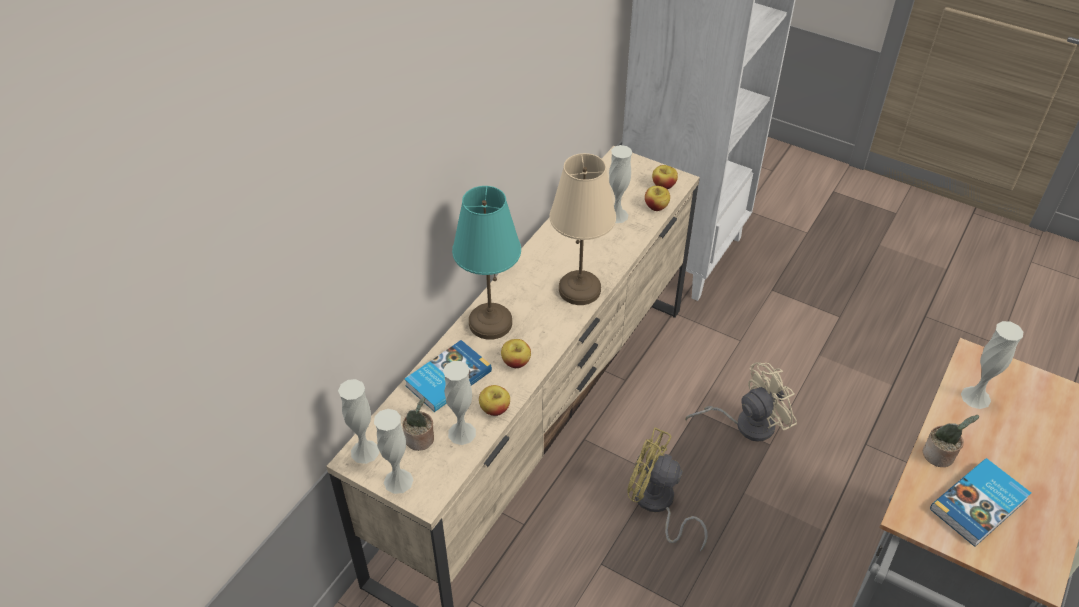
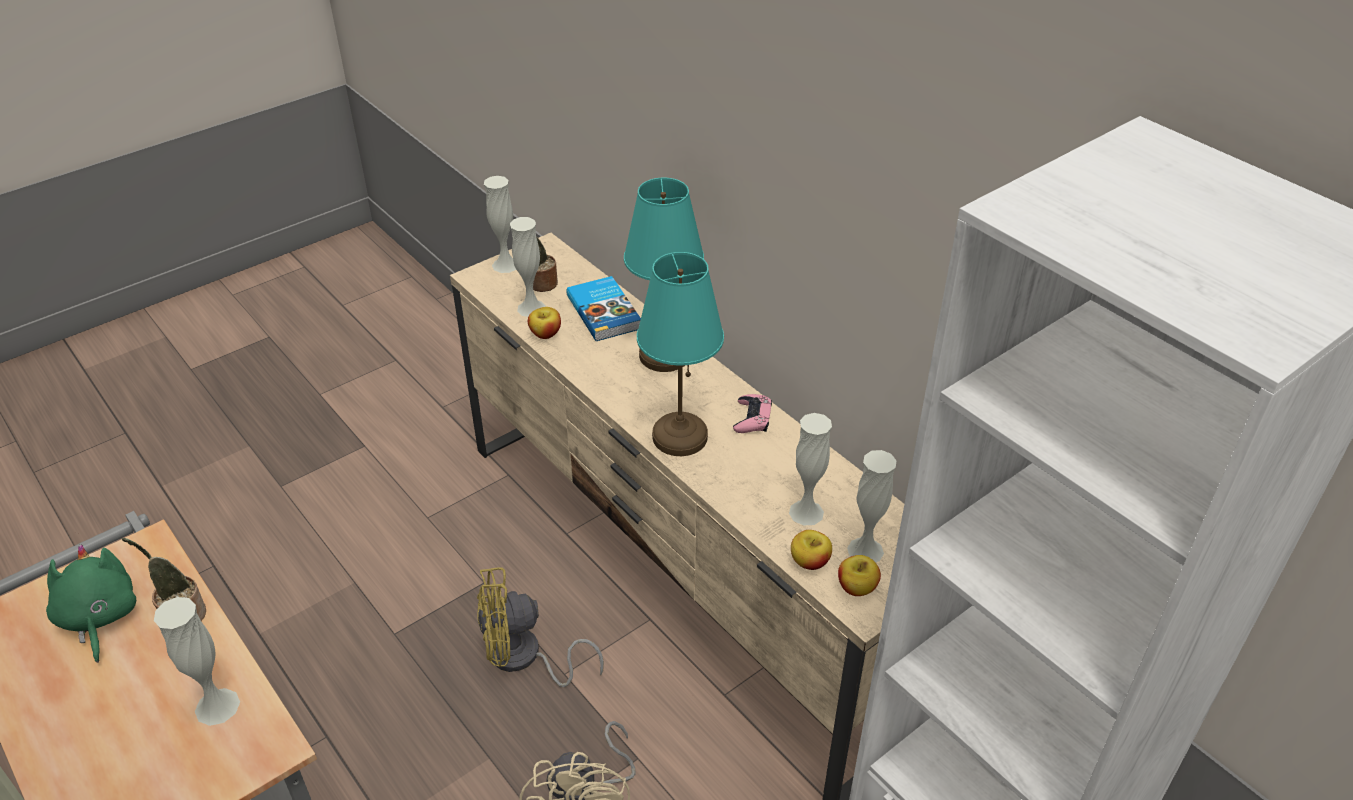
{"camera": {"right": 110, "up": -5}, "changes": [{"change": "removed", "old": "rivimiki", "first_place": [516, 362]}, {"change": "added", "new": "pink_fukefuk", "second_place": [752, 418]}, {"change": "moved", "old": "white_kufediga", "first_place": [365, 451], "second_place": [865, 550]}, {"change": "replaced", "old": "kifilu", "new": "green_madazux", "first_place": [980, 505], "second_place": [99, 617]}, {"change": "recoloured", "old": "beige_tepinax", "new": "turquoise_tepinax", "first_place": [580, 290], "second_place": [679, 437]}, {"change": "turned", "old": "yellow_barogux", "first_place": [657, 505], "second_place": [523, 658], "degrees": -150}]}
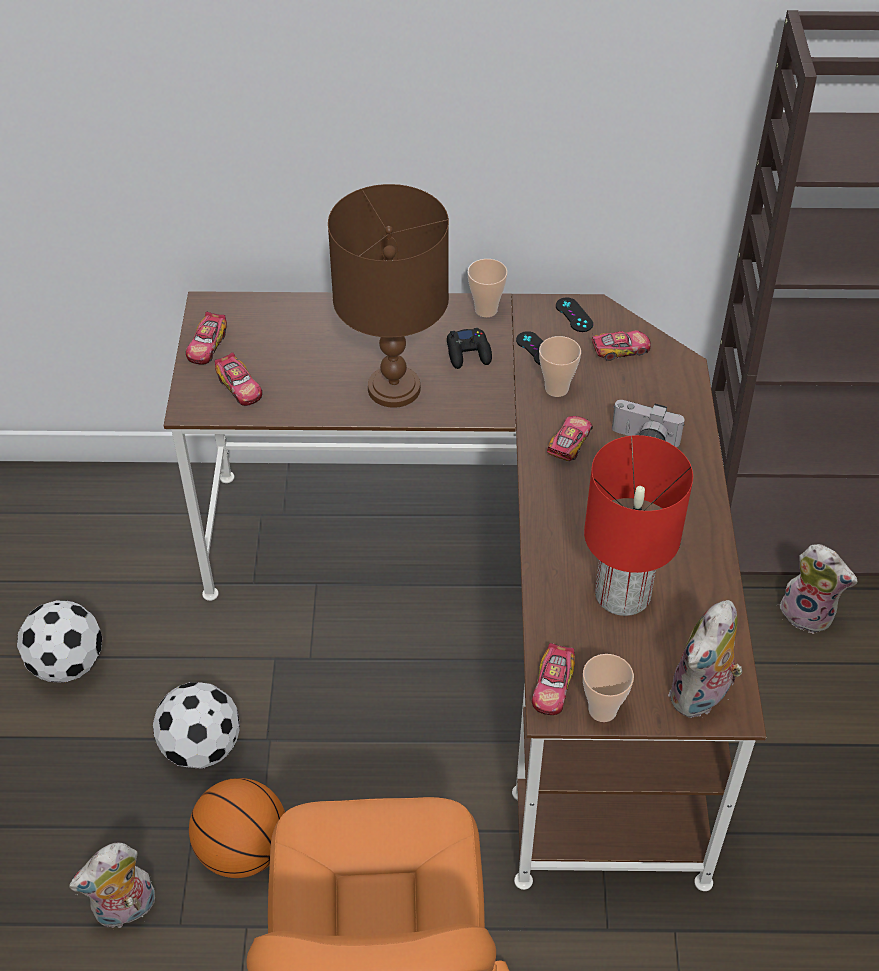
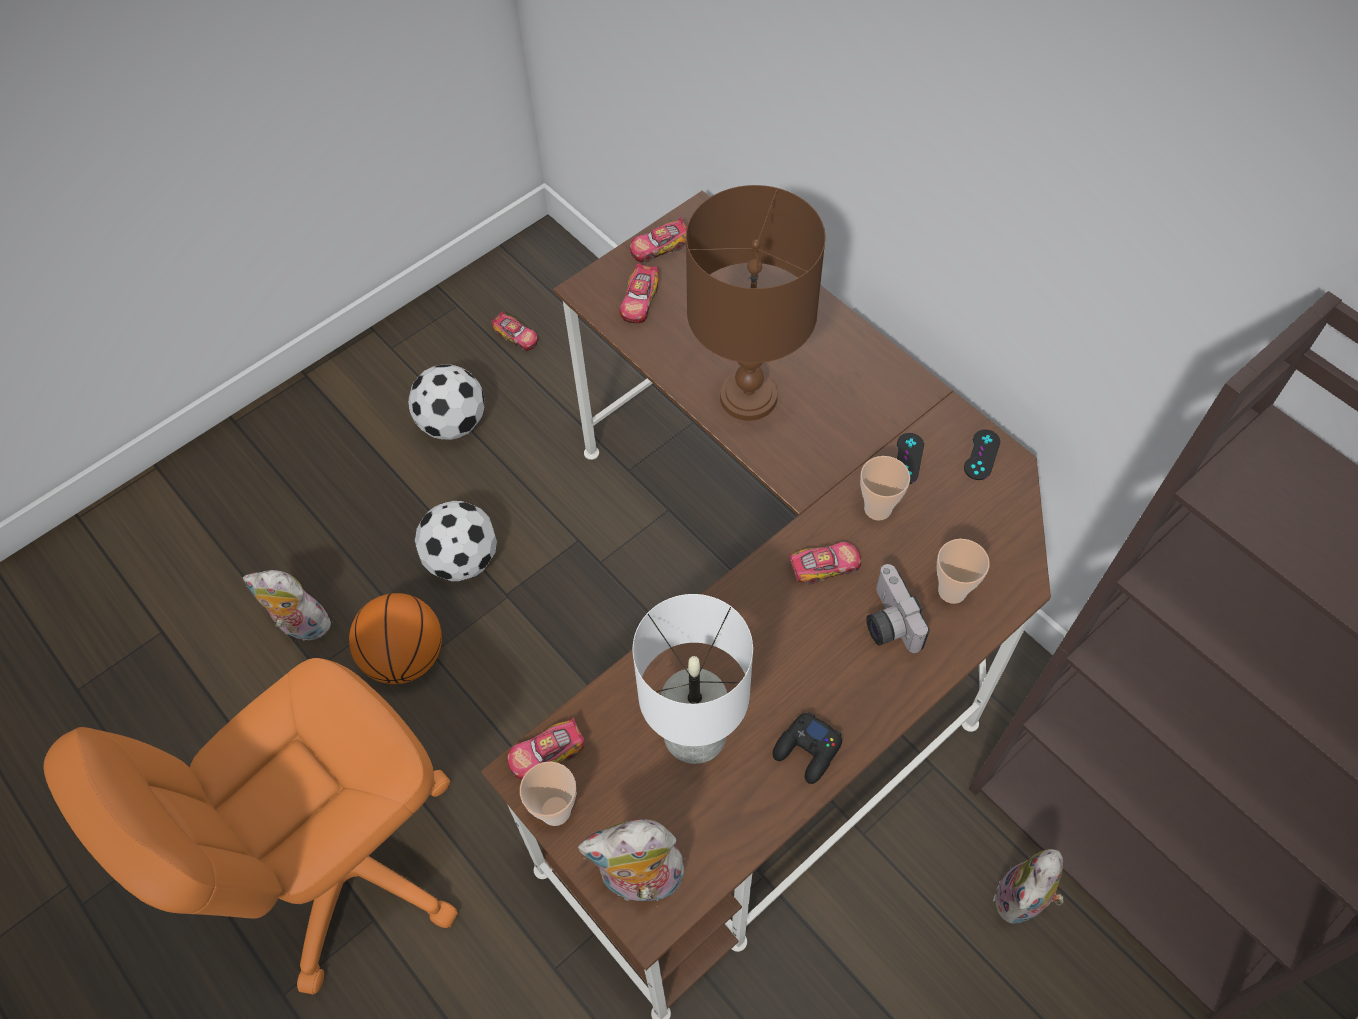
{"camera": {"right": 50, "up": 10}, "changes": [{"change": "moved", "old": "black_fukefuk", "first_place": [469, 353], "second_place": [807, 751]}, {"change": "moved", "old": "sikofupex", "first_place": [486, 310], "second_place": [952, 591]}, {"change": "moved", "old": "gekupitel", "first_place": [621, 349], "second_place": [517, 336]}, {"change": "recoloured", "old": "red_tepinax", "new": "white_tepinax", "first_place": [623, 593], "second_place": [697, 734]}, {"change": "turned", "old": "madazux", "first_place": [809, 613], "second_place": [1022, 901], "degrees": 45}]}
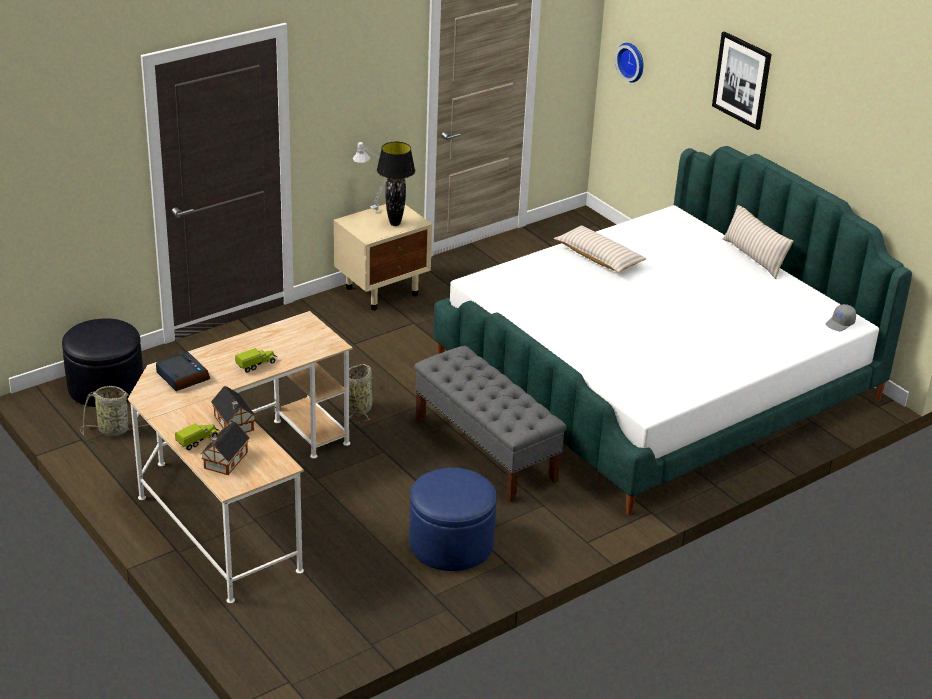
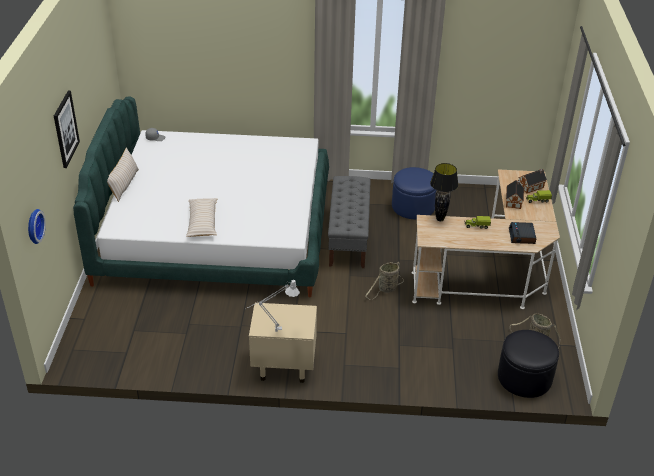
{"camera": {"right": -140, "up": 5}, "changes": [{"change": "moved", "old": "black_tepinax", "first_place": [395, 223], "second_place": [439, 219]}]}
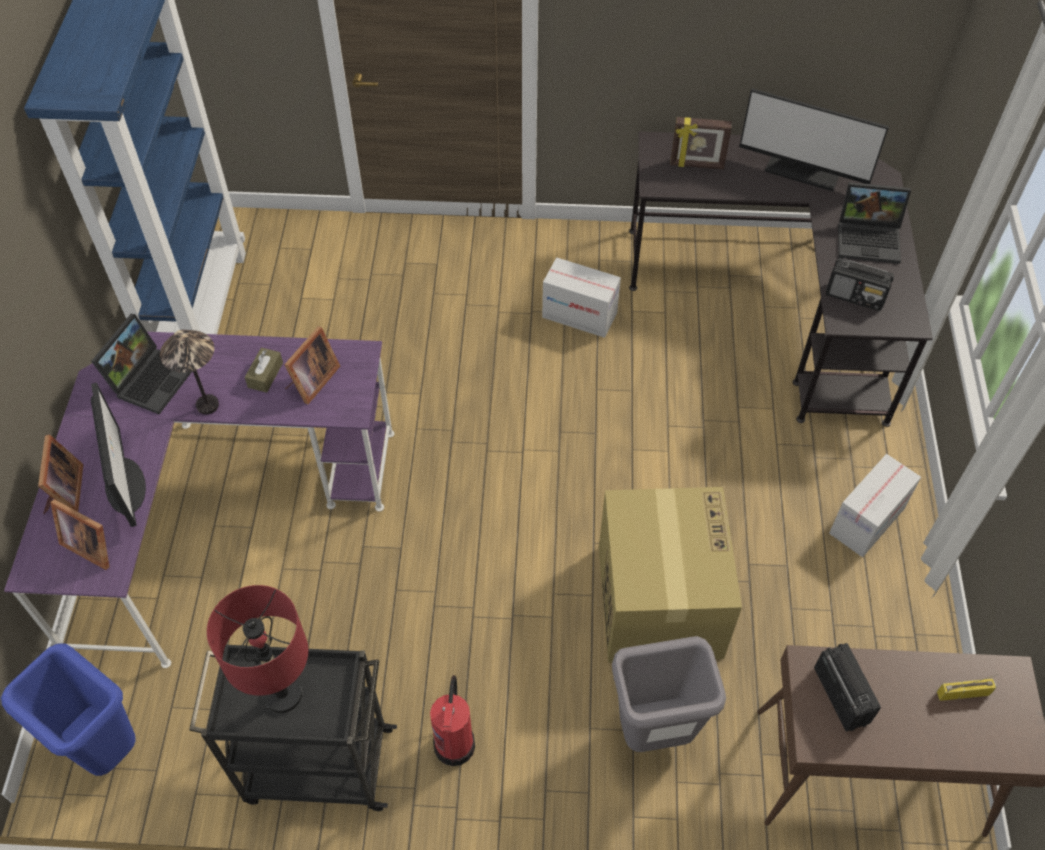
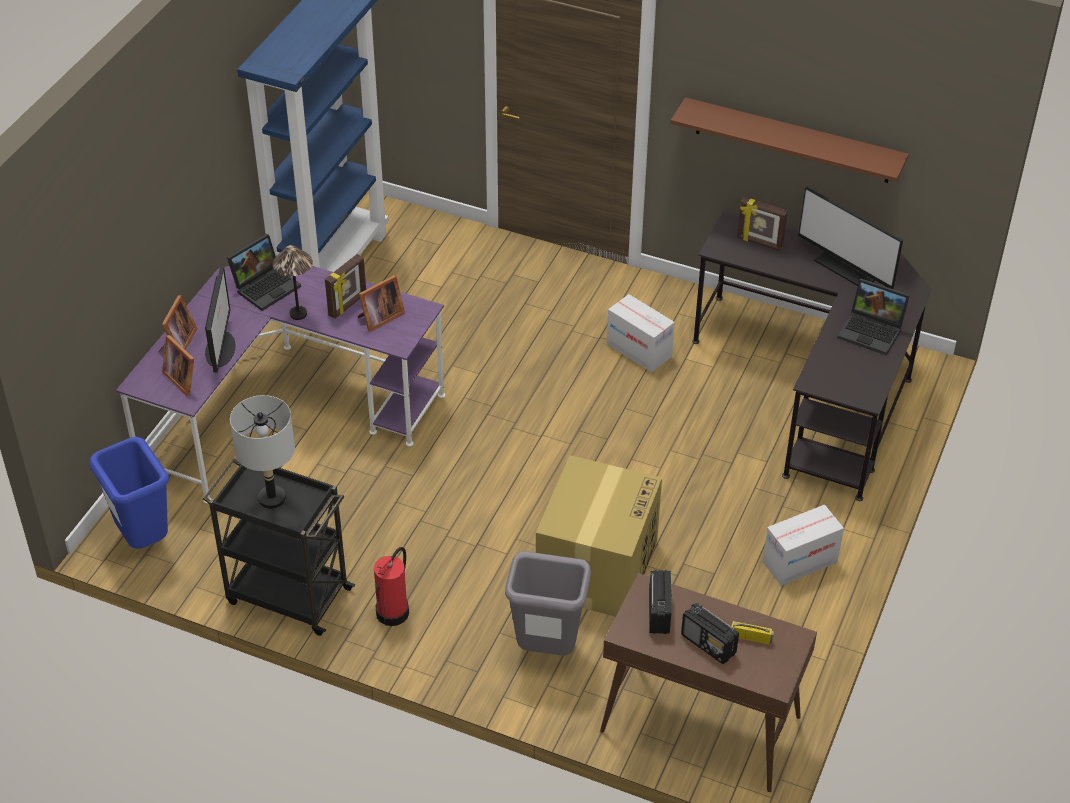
{"camera": {"right": 20, "up": -10}, "changes": [{"change": "added", "new": "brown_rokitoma", "second_place": [792, 141]}, {"change": "moved", "old": "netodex", "first_place": [855, 296], "second_place": [708, 644]}, {"change": "replaced", "old": "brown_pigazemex", "new": "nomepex", "first_place": [265, 375], "second_place": [348, 305]}, {"change": "recoloured", "old": "red_tepinax", "new": "grey_tepinax", "first_place": [282, 694], "second_place": [271, 498]}]}
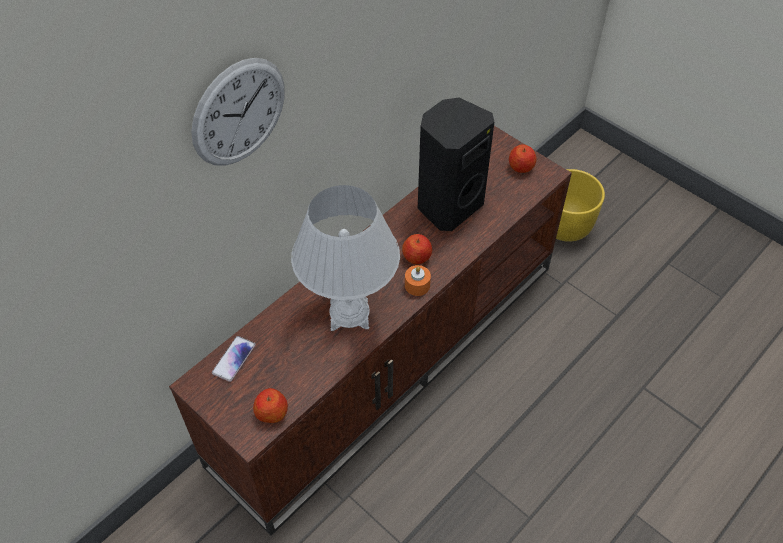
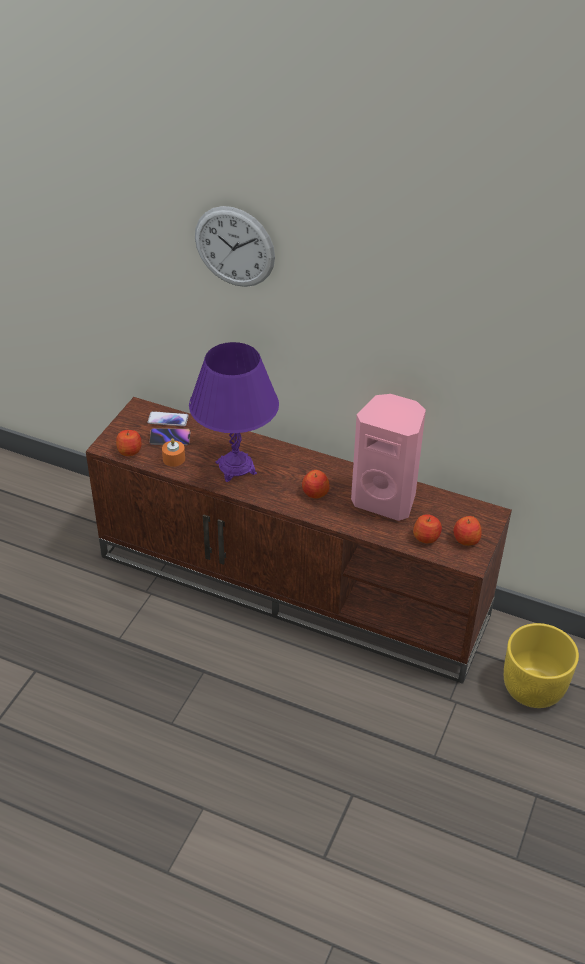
{"camera": {"right": 70, "up": -10}, "changes": [{"change": "added", "new": "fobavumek", "second_place": [170, 438]}, {"change": "added", "new": "rivimiki", "second_place": [426, 537]}, {"change": "moved", "old": "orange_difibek", "first_place": [417, 285], "second_place": [174, 459]}, {"change": "recoloured", "old": "white_tepinax", "new": "purple_tepinax", "first_place": [349, 314], "second_place": [236, 468]}, {"change": "recoloured", "old": "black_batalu", "new": "pink_batalu", "first_place": [448, 205], "second_place": [385, 499]}]}
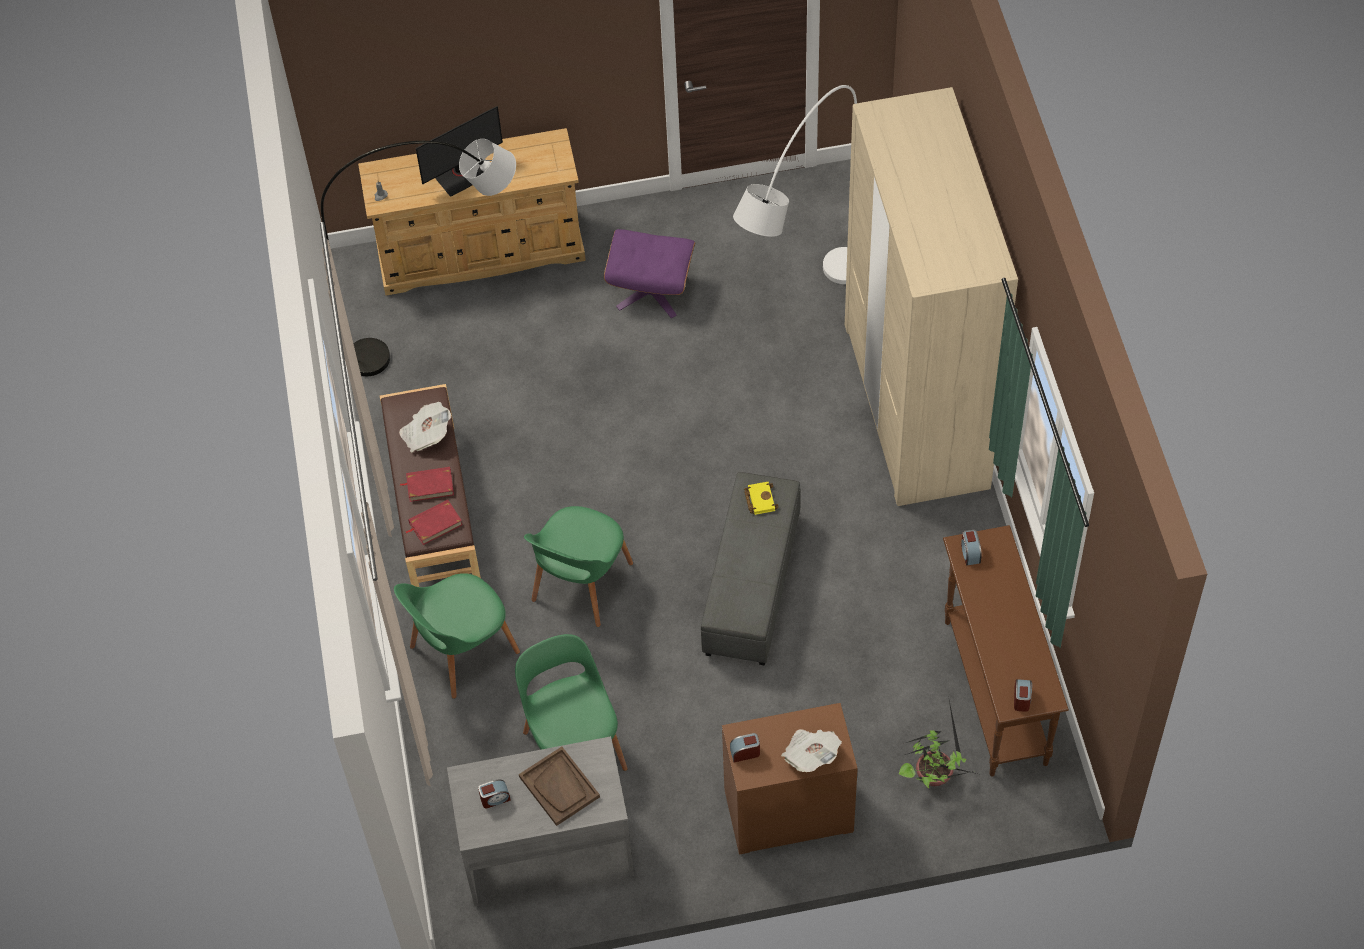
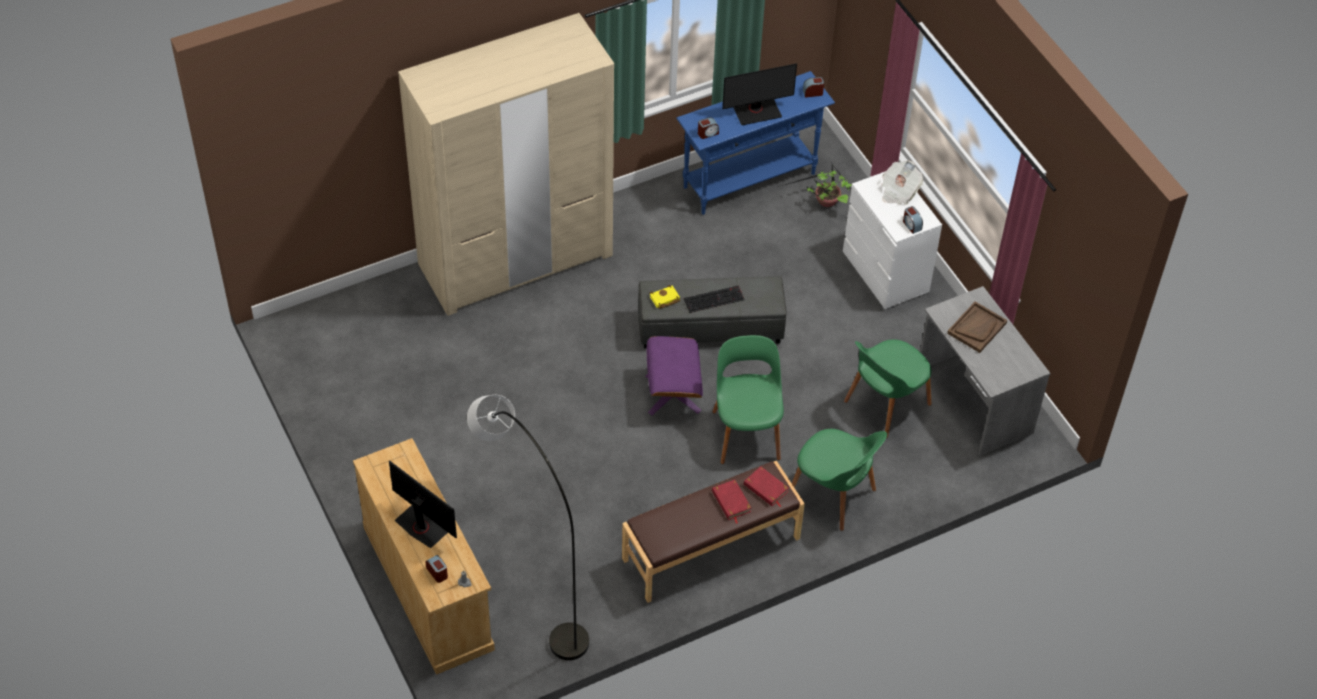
{"camera": {"right": -110, "up": -5}, "changes": [{"change": "removed", "old": "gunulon", "first_place": [426, 435]}, {"change": "removed", "old": "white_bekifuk", "first_place": [799, 321]}, {"change": "added", "new": "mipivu", "second_place": [714, 298]}, {"change": "added", "new": "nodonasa", "second_place": [756, 111]}, {"change": "moved", "old": "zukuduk", "first_place": [495, 798], "second_place": [437, 572]}, {"change": "moved", "old": "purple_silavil", "first_place": [652, 290], "second_place": [672, 393]}, {"change": "recoloured", "old": "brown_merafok", "new": "white_merafok", "first_place": [787, 812], "second_place": [885, 273]}, {"change": "recoloured", "old": "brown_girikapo", "new": "blue_girikapo", "first_place": [995, 693], "second_place": [750, 180]}, {"change": "turned", "old": "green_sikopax", "first_place": [581, 584], "second_place": [746, 432], "degrees": -105}]}
